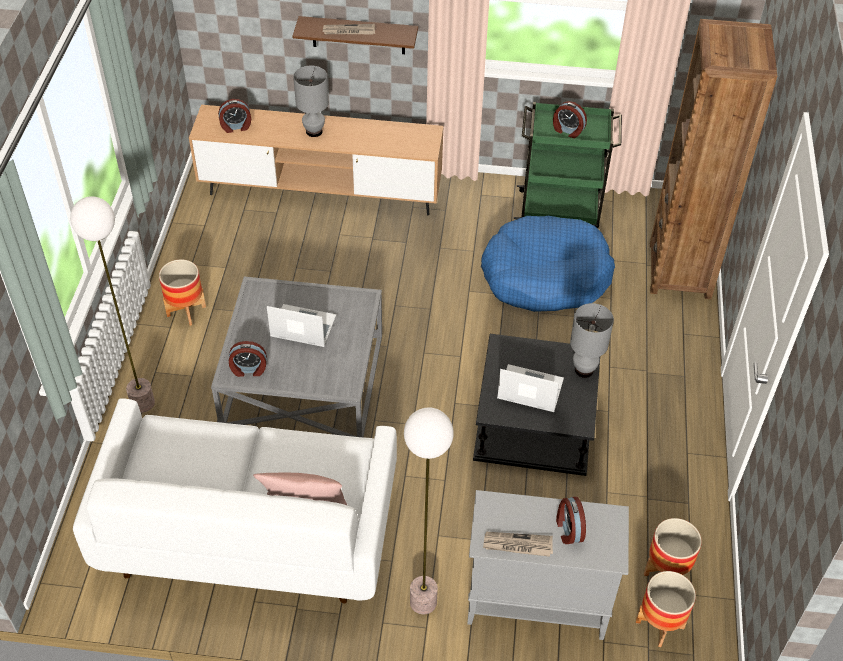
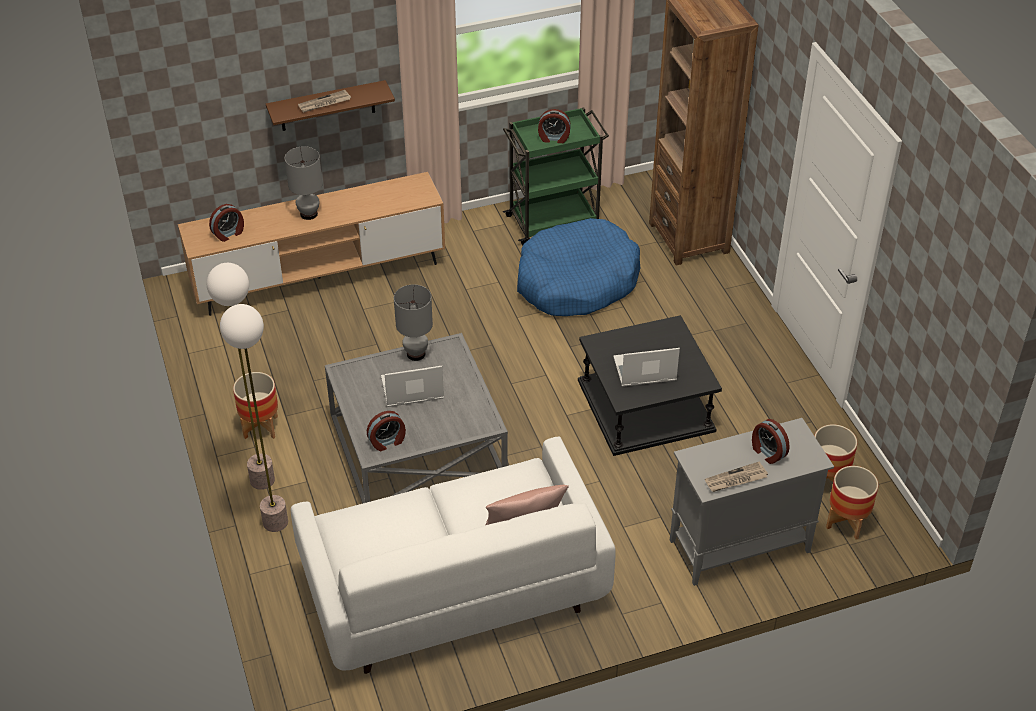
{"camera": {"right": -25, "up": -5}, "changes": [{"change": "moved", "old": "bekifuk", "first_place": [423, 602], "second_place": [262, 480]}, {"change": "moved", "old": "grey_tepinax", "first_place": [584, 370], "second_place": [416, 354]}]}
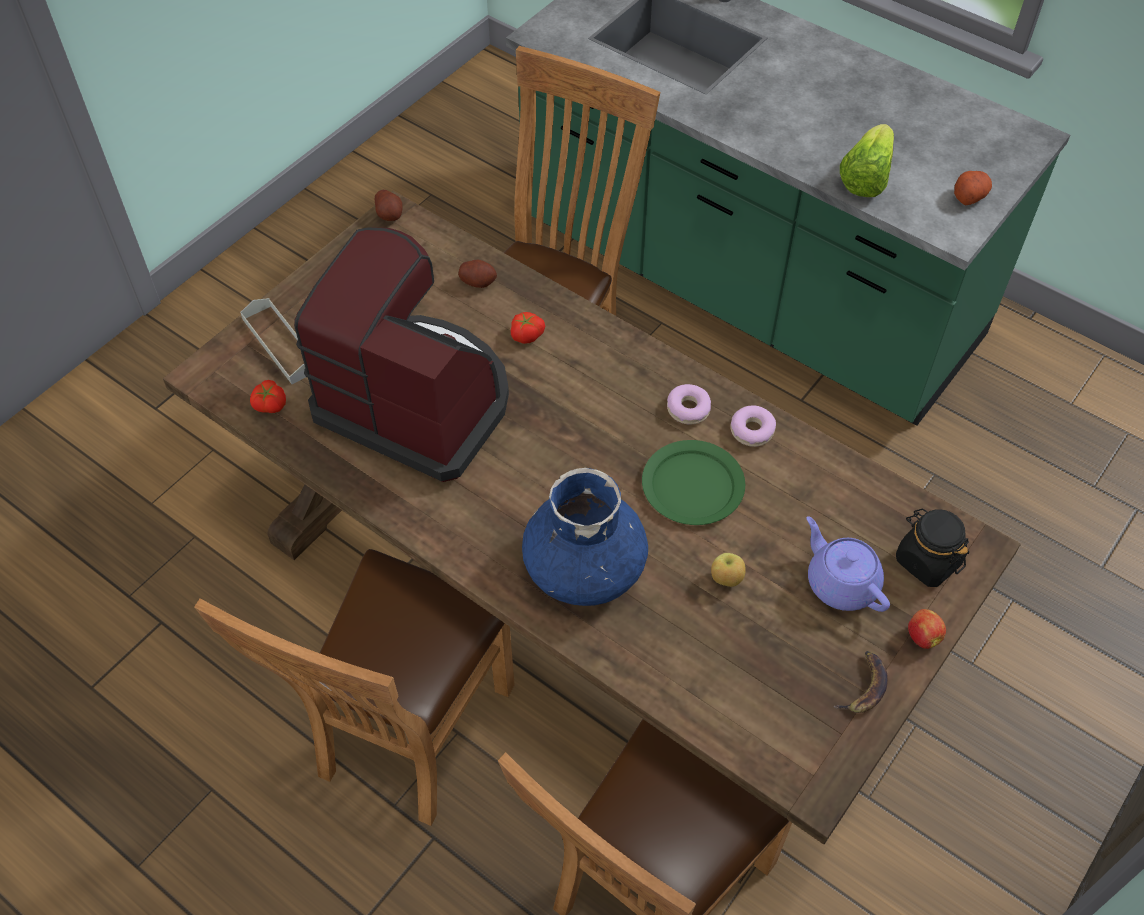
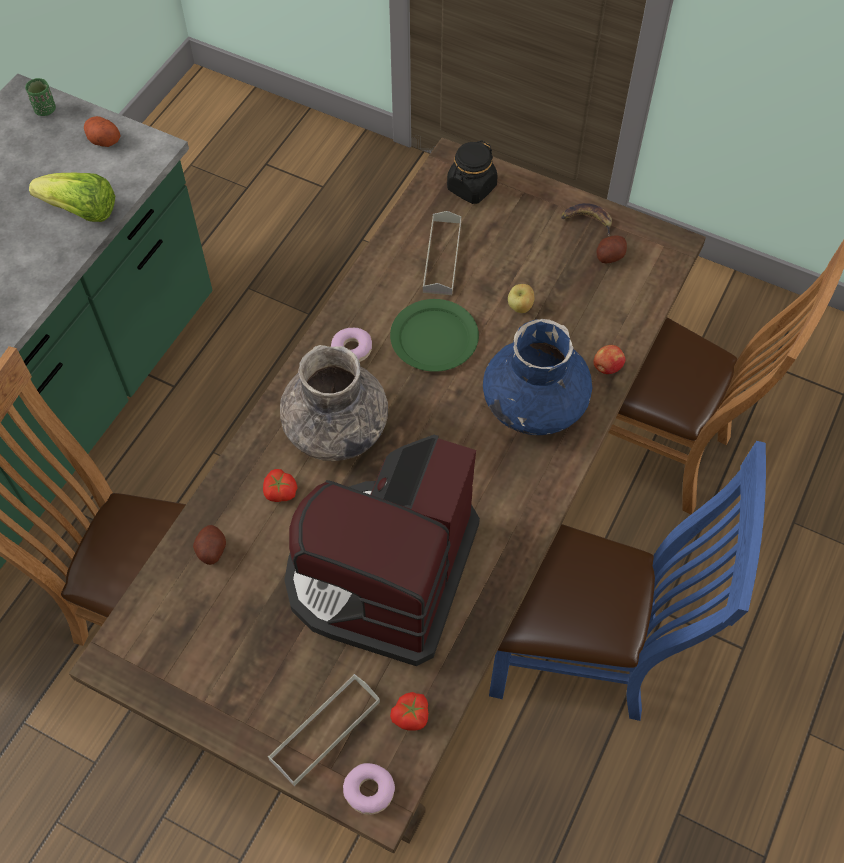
{"camera": {"right": -100, "up": 5}, "changes": [{"change": "removed", "old": "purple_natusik", "first_place": [841, 582]}, {"change": "added", "new": "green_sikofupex", "second_place": [45, 110]}, {"change": "added", "new": "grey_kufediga", "second_place": [335, 428]}, {"change": "added", "new": "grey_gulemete", "second_place": [442, 257]}, {"change": "moved", "old": "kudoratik", "first_place": [389, 214], "second_place": [609, 256]}, {"change": "moved", "old": "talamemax", "first_place": [752, 430], "second_place": [369, 790]}, {"change": "moved", "old": "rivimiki", "first_place": [922, 636], "second_place": [606, 367]}, {"change": "recoloured", "old": "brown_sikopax", "new": "blue_sikopax", "first_place": [407, 738], "second_place": [585, 654]}]}
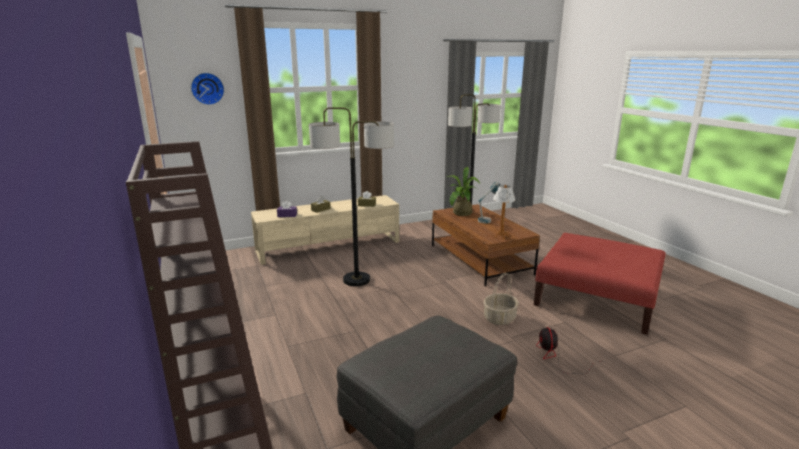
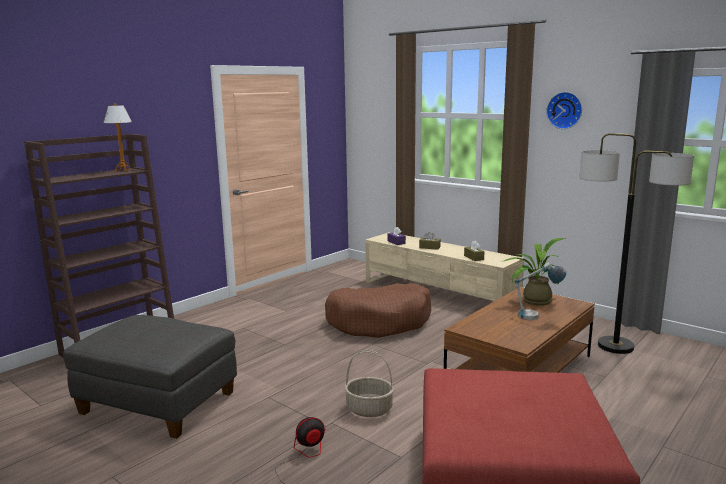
{"camera": {"right": 65, "up": -5}, "changes": [{"change": "moved", "old": "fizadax", "first_place": [207, 88], "second_place": [565, 110]}, {"change": "moved", "old": "tepinax", "first_place": [501, 237], "second_place": [123, 170]}, {"change": "replaced", "old": "bekifuk", "new": "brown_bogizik", "first_place": [356, 280], "second_place": [380, 322]}]}
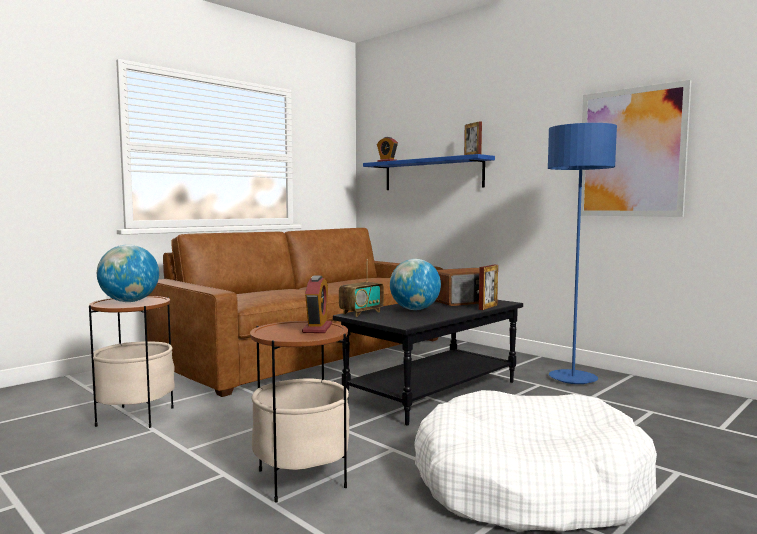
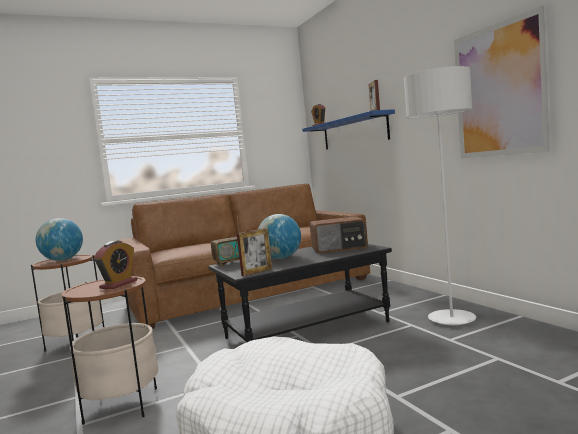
{"camera": {"right": 20, "up": 0}, "changes": [{"change": "moved", "old": "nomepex", "first_place": [488, 307], "second_place": [257, 272]}, {"change": "recoloured", "old": "blue_bekifuk", "new": "grey_bekifuk", "first_place": [573, 379], "second_place": [451, 319]}]}
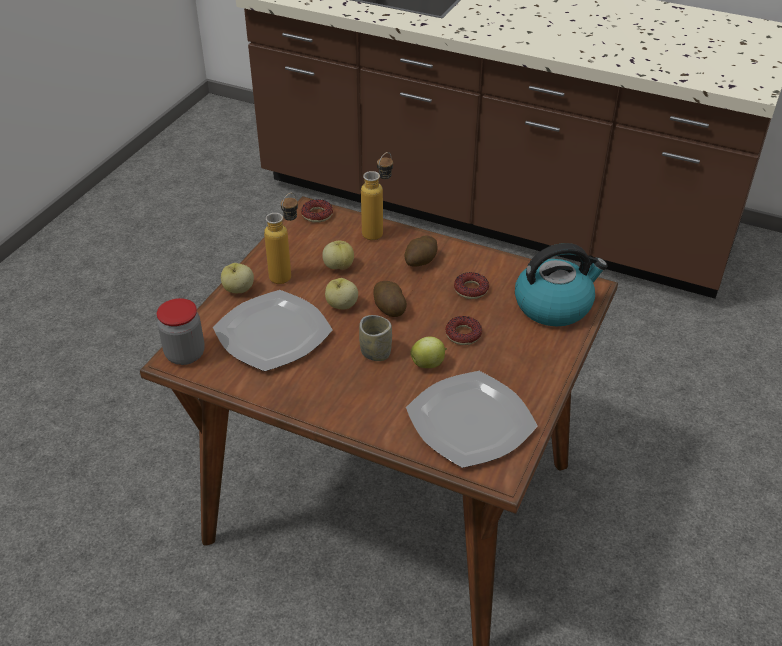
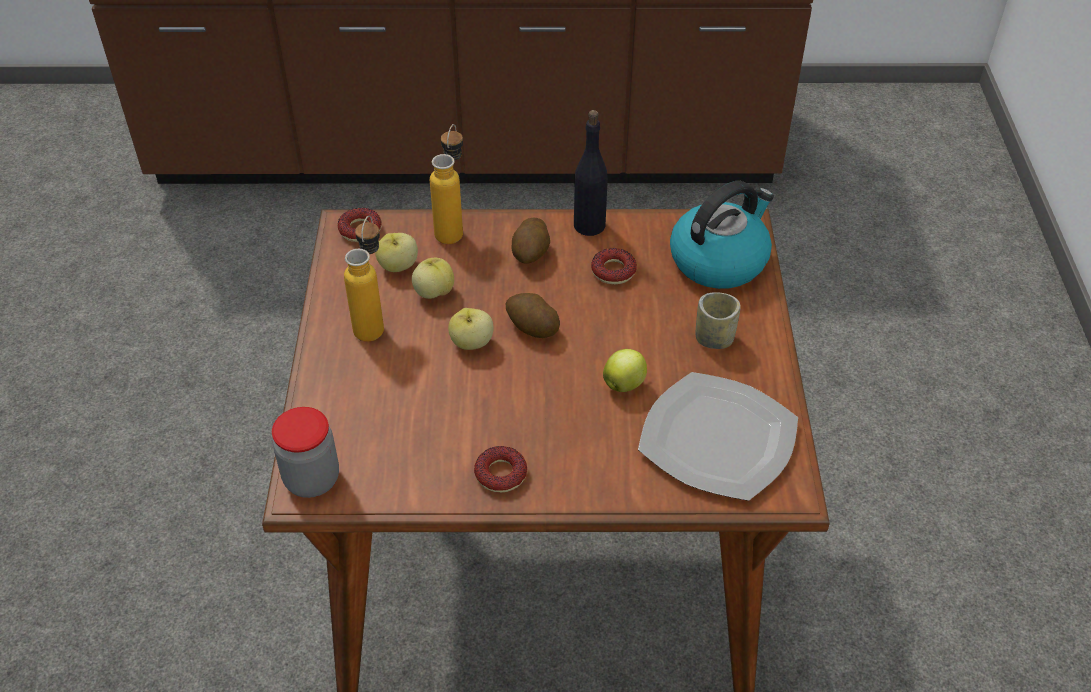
{"camera": {"right": -25, "up": 5}, "changes": [{"change": "removed", "old": "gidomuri", "first_place": [271, 333]}, {"change": "added", "new": "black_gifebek", "second_place": [589, 225]}, {"change": "moved", "old": "rivimiki", "first_place": [238, 290], "second_place": [398, 266]}, {"change": "moved", "old": "sikofupex", "first_place": [375, 353], "second_place": [714, 338]}, {"change": "moved", "old": "talamemax", "first_place": [463, 334], "second_place": [500, 474]}]}
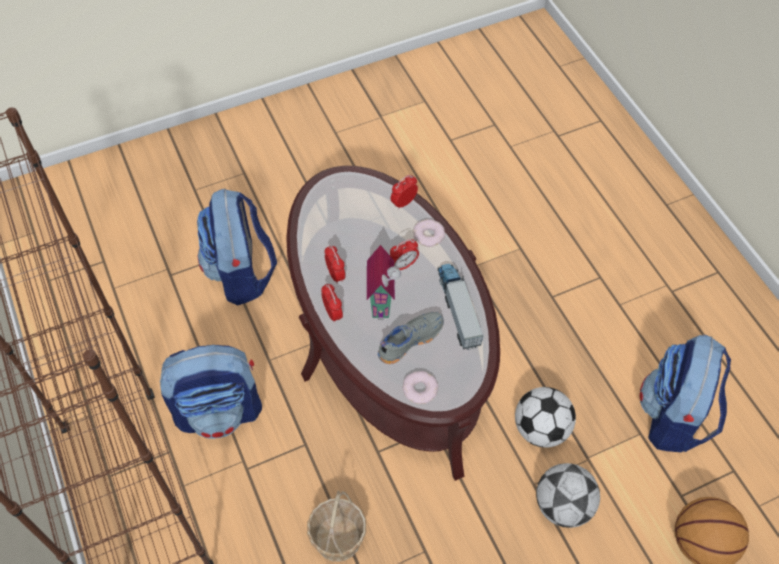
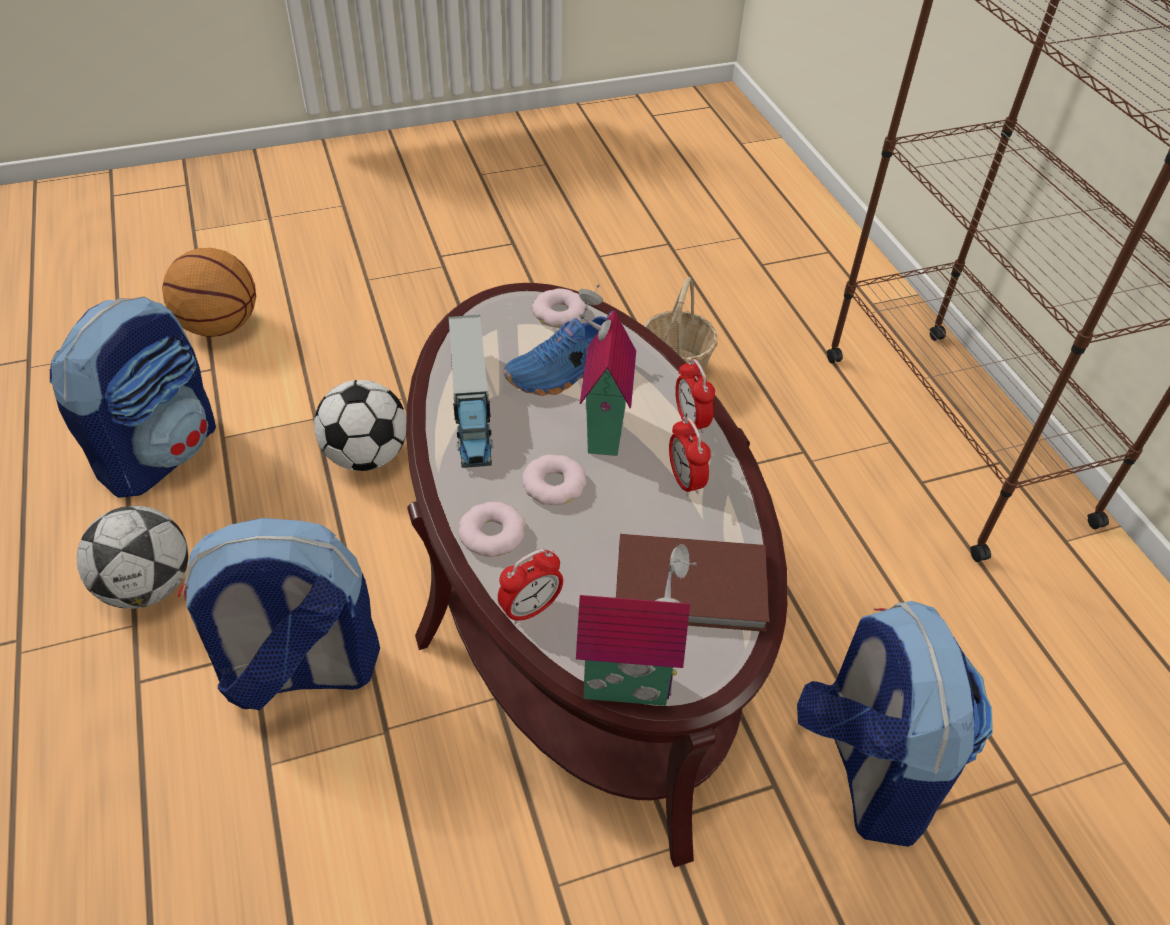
{"camera": {"right": -175, "up": -10}, "changes": [{"change": "added", "new": "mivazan", "second_place": [626, 681]}, {"change": "added", "new": "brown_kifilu", "second_place": [692, 589]}, {"change": "moved", "old": "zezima", "first_place": [220, 411], "second_place": [299, 670]}, {"change": "moved", "old": "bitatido", "first_place": [562, 505], "second_place": [148, 586]}, {"change": "replaced", "old": "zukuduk", "new": "talamemax", "first_place": [403, 265], "second_place": [554, 485]}, {"change": "recoloured", "old": "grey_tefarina", "new": "blue_tefarina", "first_place": [409, 339], "second_place": [563, 373]}]}
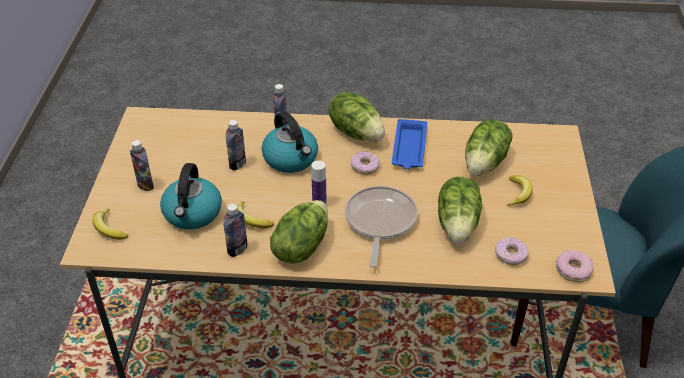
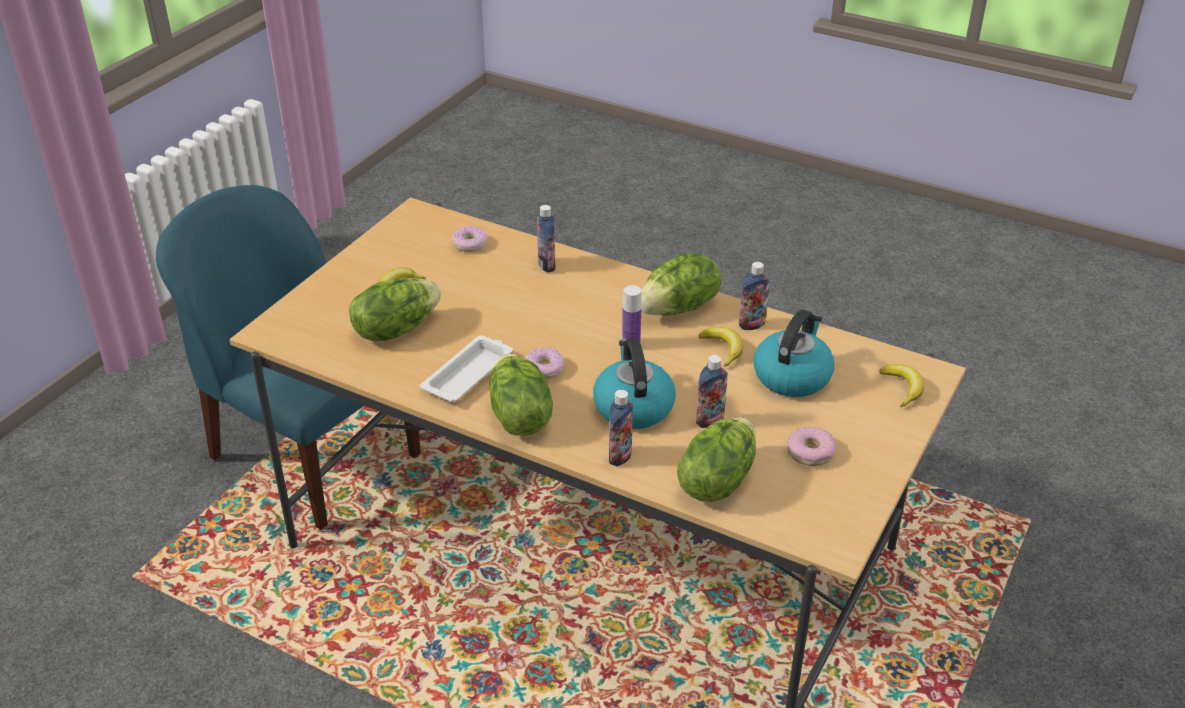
{"camera": {"right": -155, "up": -5}, "changes": [{"change": "removed", "old": "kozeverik", "first_place": [379, 222]}, {"change": "moved", "old": "gifebek", "first_place": [145, 185], "second_place": [546, 265]}, {"change": "moved", "old": "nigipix", "first_place": [458, 224], "second_place": [716, 480]}, {"change": "moved", "old": "talamemax", "first_place": [573, 270], "second_place": [810, 452]}, {"change": "recoloured", "old": "blue_gulemete", "new": "white_gulemete", "first_place": [409, 148], "second_place": [469, 373]}]}
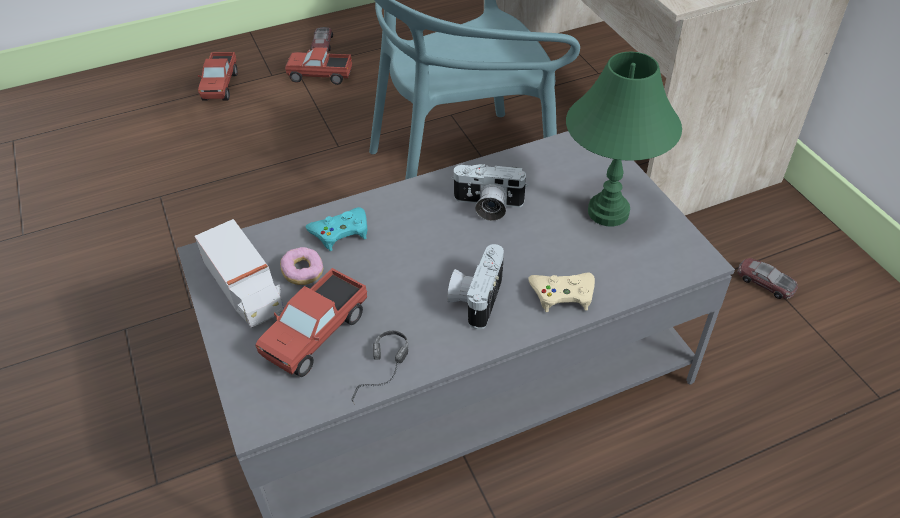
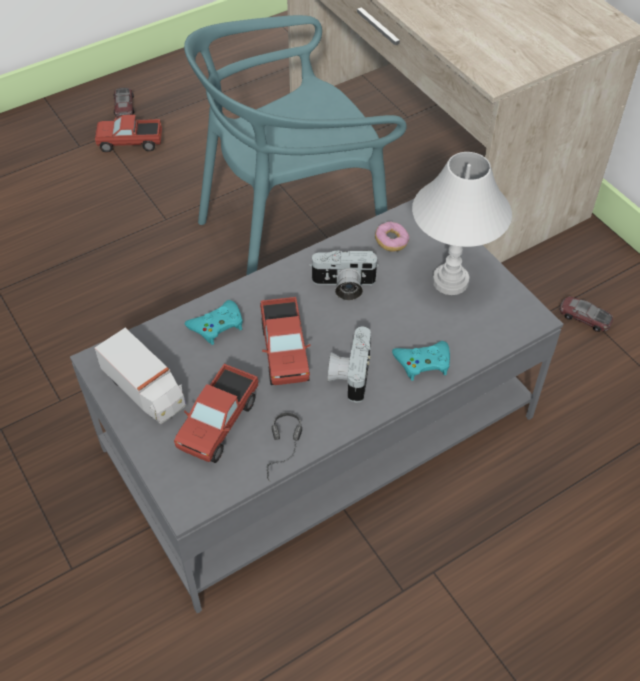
{"camera": {"right": -10, "up": 5}, "changes": [{"change": "moved", "old": "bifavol", "first_place": [221, 86], "second_place": [284, 352]}, {"change": "moved", "old": "talamemax", "first_place": [303, 273], "second_place": [391, 242]}, {"change": "recoloured", "old": "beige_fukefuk", "new": "turquoise_fukefuk", "first_place": [562, 294], "second_place": [423, 363]}, {"change": "recoloured", "old": "green_tepinax", "new": "white_tepinax", "first_place": [607, 212], "second_place": [449, 281]}]}
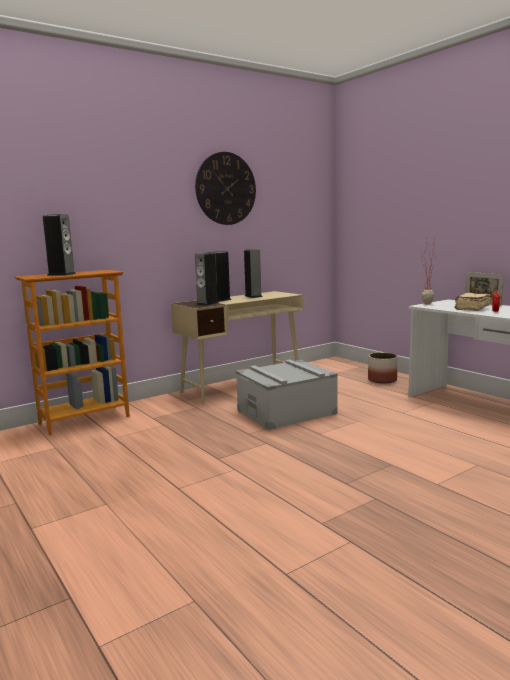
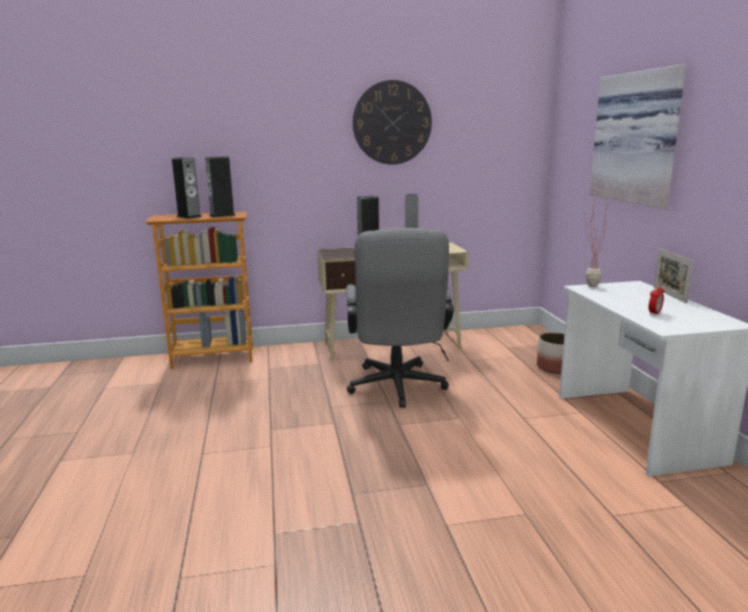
{"camera": {"right": 25, "up": 5}, "changes": [{"change": "removed", "old": "beige_kifilu", "first_place": [472, 308]}, {"change": "added", "new": "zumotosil", "second_place": [638, 138]}, {"change": "moved", "old": "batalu", "first_place": [207, 304], "second_place": [222, 215]}, {"change": "replaced", "old": "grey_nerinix", "new": "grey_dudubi", "first_place": [286, 412], "second_place": [397, 389]}]}
